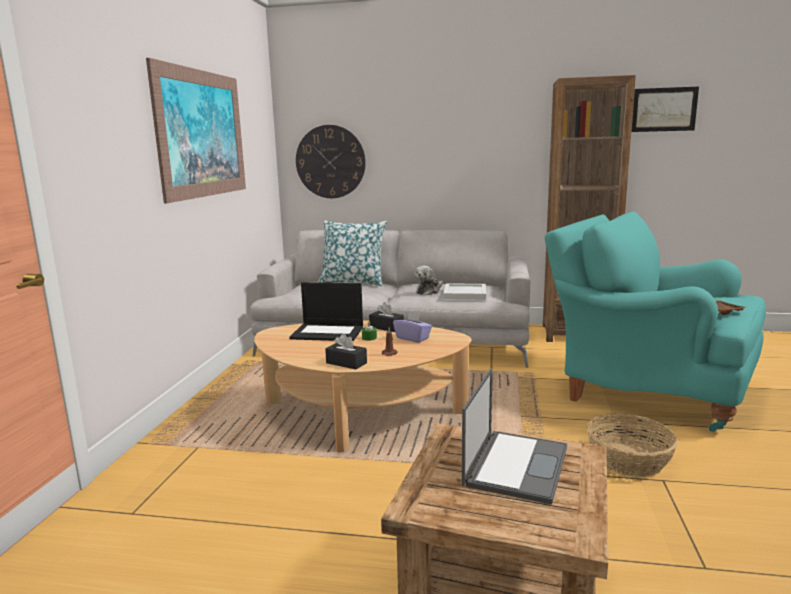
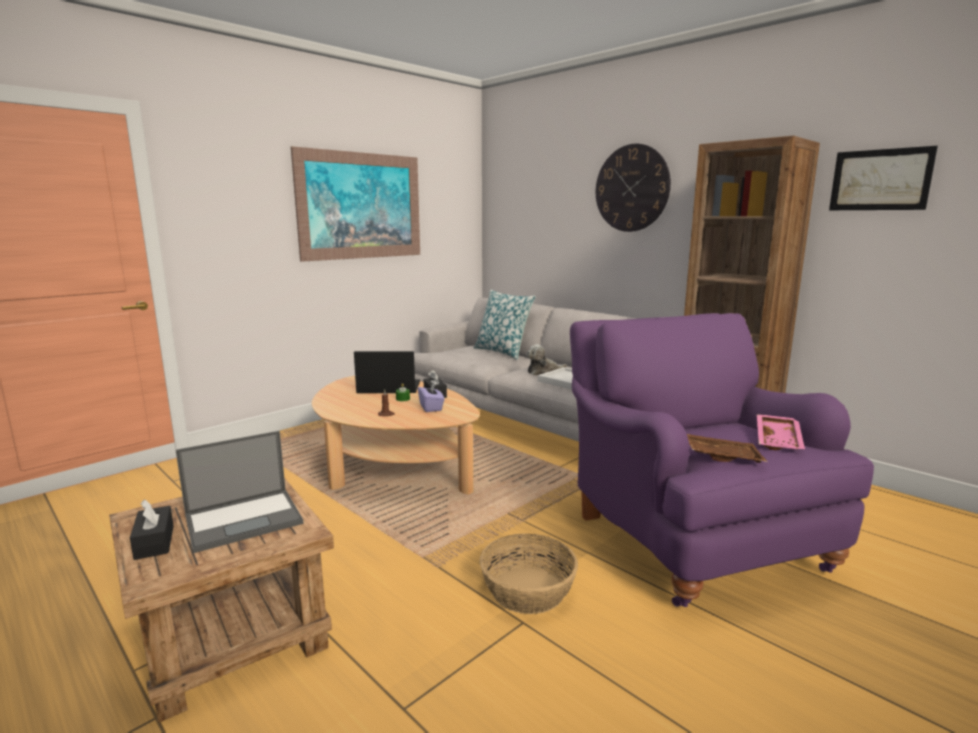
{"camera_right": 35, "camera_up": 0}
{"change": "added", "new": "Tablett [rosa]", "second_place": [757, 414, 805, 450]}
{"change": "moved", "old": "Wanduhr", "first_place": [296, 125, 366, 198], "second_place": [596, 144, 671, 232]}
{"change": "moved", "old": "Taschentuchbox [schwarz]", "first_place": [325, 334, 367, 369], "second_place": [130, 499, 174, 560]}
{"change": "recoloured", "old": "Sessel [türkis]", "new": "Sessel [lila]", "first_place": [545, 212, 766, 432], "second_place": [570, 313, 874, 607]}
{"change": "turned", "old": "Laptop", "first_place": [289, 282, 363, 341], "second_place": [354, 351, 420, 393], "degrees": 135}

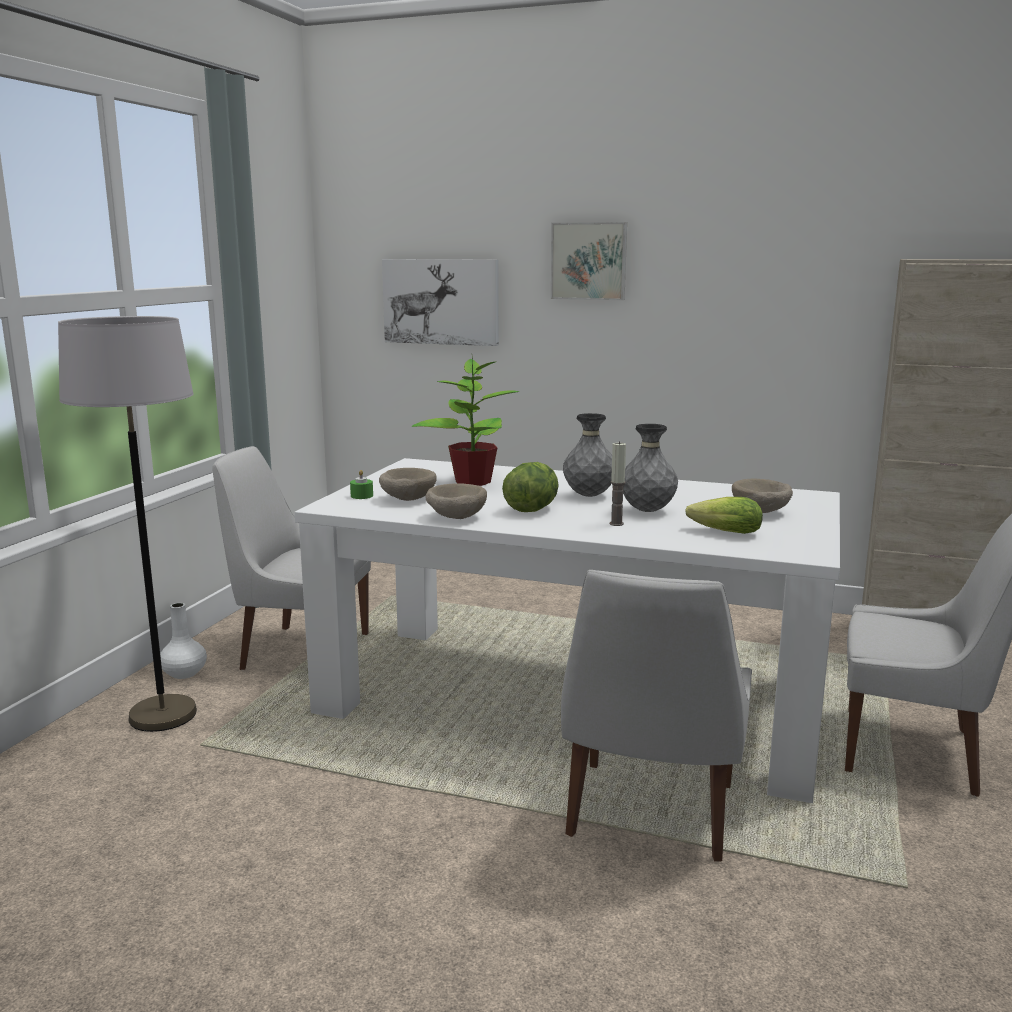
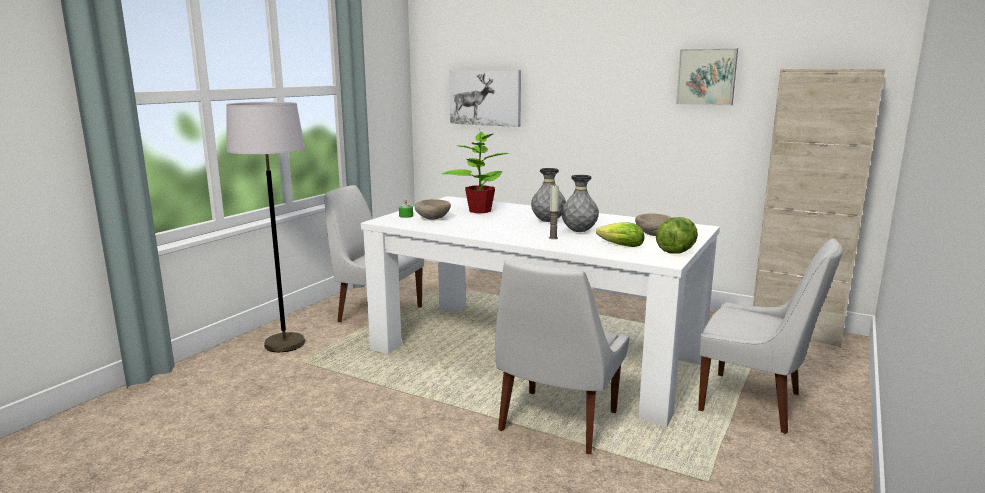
{"camera_right": 10, "camera_up": 0}
{"change": "removed", "old": "Vase [weiß]", "first_place": [160, 603, 207, 679]}
{"change": "removed", "old": "Schüssel [beige]", "first_place": [426, 483, 487, 519]}
{"change": "moved", "old": "Salatkopf", "first_place": [502, 462, 559, 512], "second_place": [656, 217, 698, 254]}
{"change": "moved", "old": "Bild", "first_place": [551, 222, 627, 300], "second_place": [676, 48, 738, 106]}

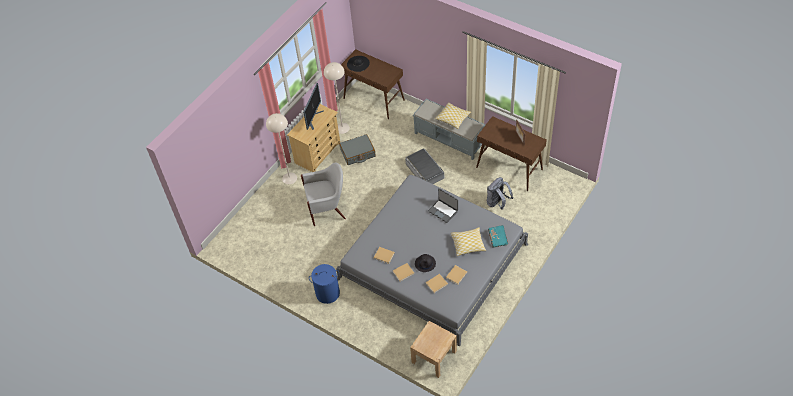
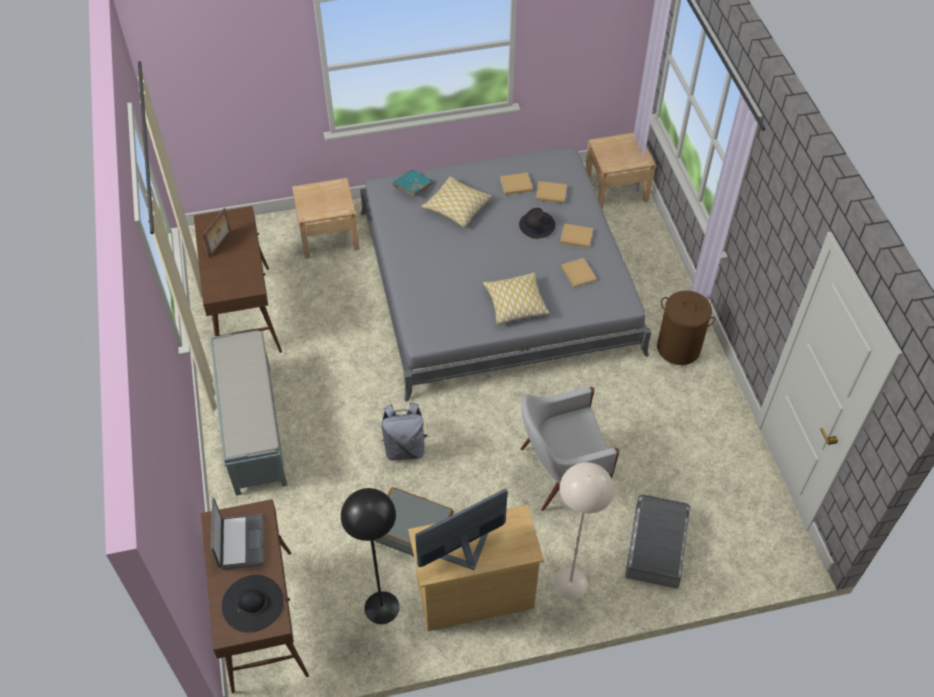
{"camera_right": -140, "camera_up": 0}
{"change": "added", "new": "Nachttisch [beige]", "second_place": [292, 178, 360, 259]}
{"change": "moved", "old": "Aufbewahrungsbox [grau]", "first_place": [405, 149, 444, 184], "second_place": [625, 495, 690, 589]}
{"change": "moved", "old": "Laptop", "first_place": [428, 188, 458, 223], "second_place": [211, 498, 264, 569]}
{"change": "moved", "old": "Kissen", "first_place": [435, 102, 471, 129], "second_place": [483, 272, 550, 324]}
{"change": "moved", "old": "Rucksack [grau]", "first_place": [487, 177, 513, 210], "second_place": [381, 402, 427, 461]}
{"change": "recoloured", "old": "Wäschekorb [blau]", "new": "Wäschekorb [braun]", "first_place": [309, 264, 340, 304], "second_place": [657, 290, 715, 365]}
{"change": "recoloured", "old": "Stehlampe [beige]", "new": "Stehlampe [schwarz]", "first_place": [324, 62, 350, 134], "second_place": [341, 488, 400, 624]}
{"change": "turned", "old": "Sessel [weiß]", "first_place": [301, 162, 346, 226], "second_place": [520, 386, 620, 511], "degrees": -45}

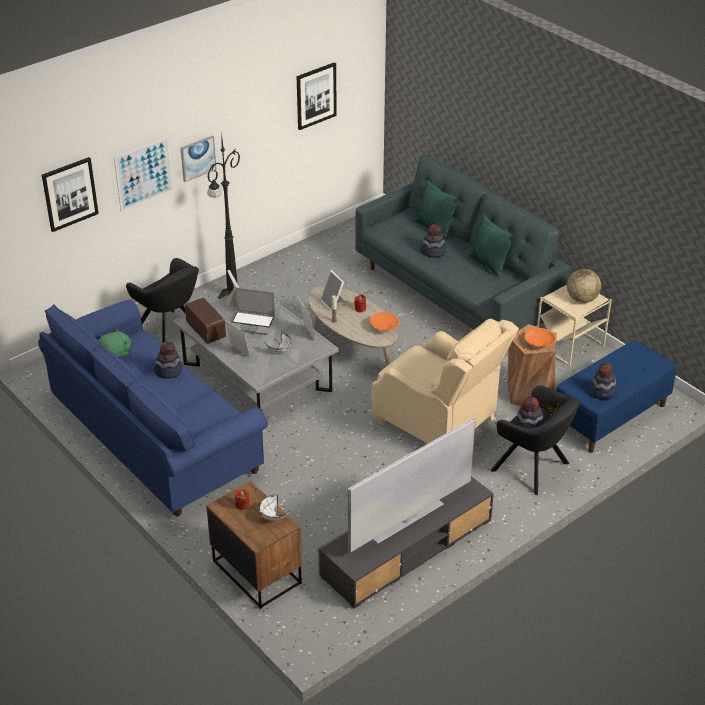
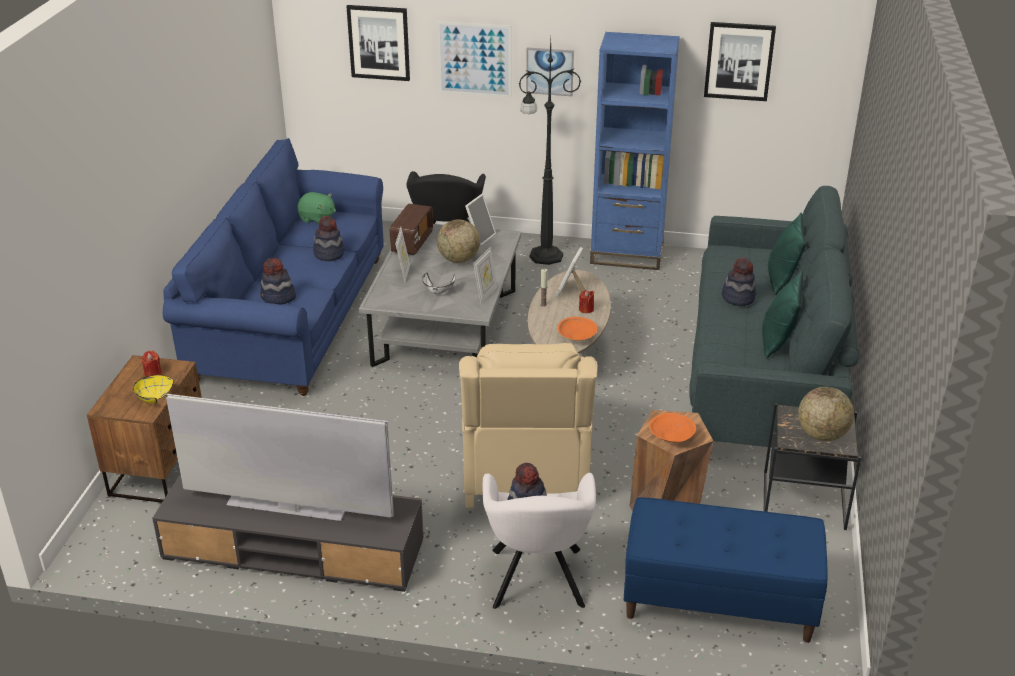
{"camera_right": 50, "camera_up": -5}
{"change": "added", "new": "Bücherregal [blau]", "second_place": [590, 32, 680, 270]}
{"change": "moved", "old": "Hut", "first_place": [589, 362, 617, 399], "second_place": [260, 258, 296, 304]}
{"change": "replaced", "old": "Laptop", "new": "Globus", "first_place": [231, 287, 275, 335], "second_place": [437, 219, 480, 263]}
{"change": "recoloured", "old": "Schüssel [weiß]", "new": "Schüssel [gelb]", "first_place": [259, 495, 290, 520], "second_place": [133, 375, 174, 404]}
{"change": "recoloured", "old": "Sessel [schwarz]", "new": "Sessel [weiß]", "first_place": [491, 386, 580, 495], "second_place": [483, 473, 596, 609]}
{"change": "recoloured", "old": "Beistelltisch [beige]", "new": "Beistelltisch [schwarz]", "first_place": [537, 285, 612, 366], "second_place": [764, 403, 861, 530]}

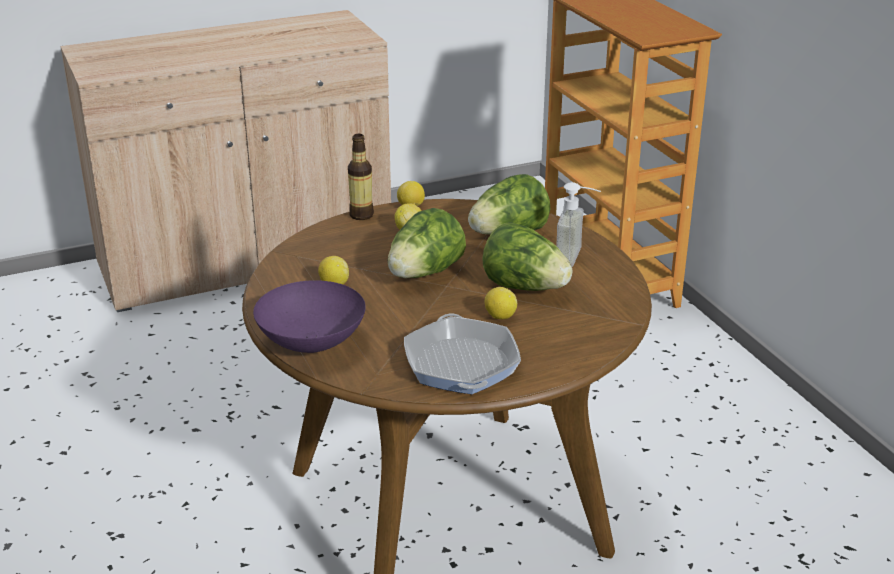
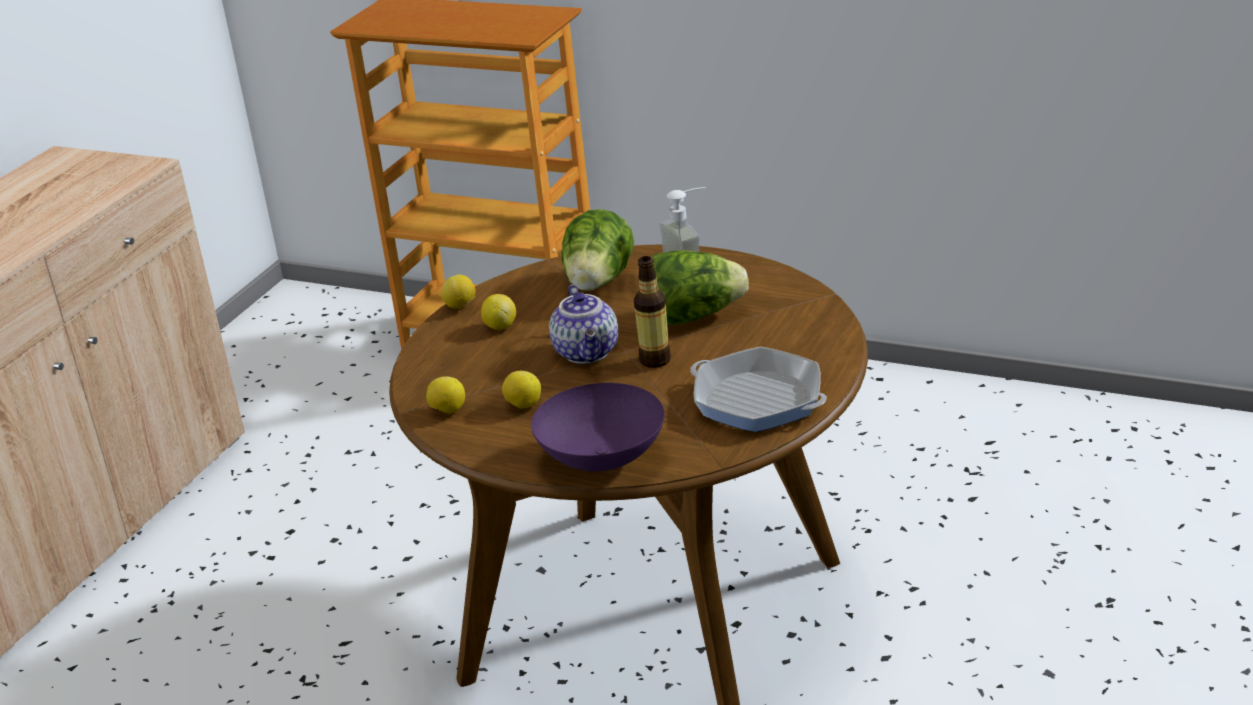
{"camera_right": -40, "camera_up": 0}
{"change": "moved", "old": "Flasche", "first_place": [348, 134, 374, 220], "second_place": [634, 256, 671, 368]}
{"change": "moved", "old": "Zitrone", "first_place": [485, 287, 517, 319], "second_place": [426, 376, 465, 414]}
{"change": "replaced", "old": "Salatkopf", "new": "Teekanne", "first_place": [387, 208, 466, 278], "second_place": [549, 285, 618, 364]}

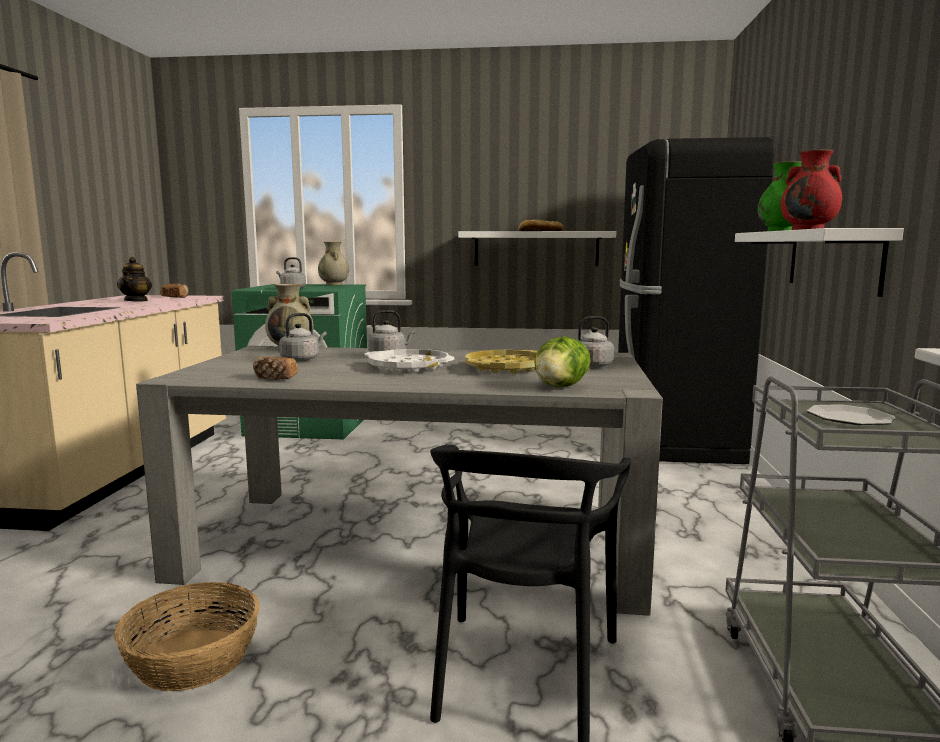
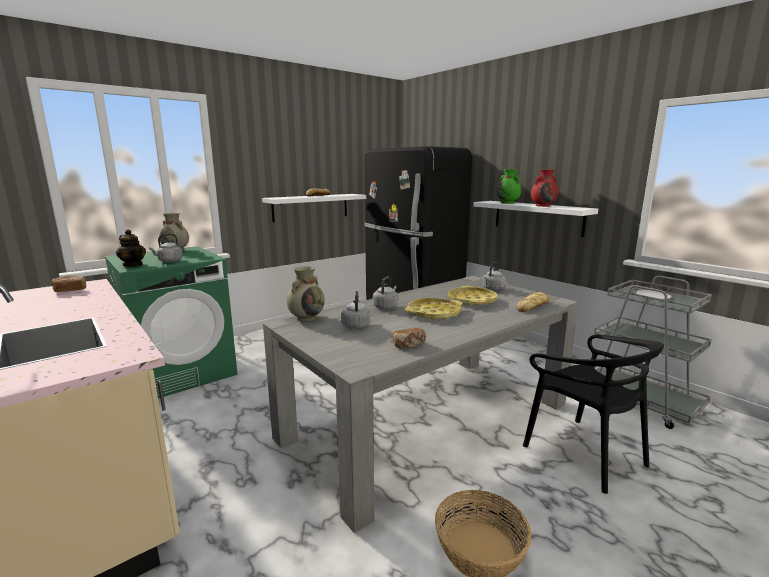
{"camera_right": -45, "camera_up": 5}
{"change": "moved", "old": "Teekanne", "first_place": [117, 257, 152, 301], "second_place": [116, 229, 146, 267]}
{"change": "replaced", "old": "Salatkopf", "new": "Brot", "first_place": [534, 336, 591, 387], "second_place": [517, 292, 549, 312]}
{"change": "recoloured", "old": "Tablett [weiß]", "new": "Tablett [gelb]", "first_place": [365, 349, 455, 373], "second_place": [405, 298, 463, 320]}

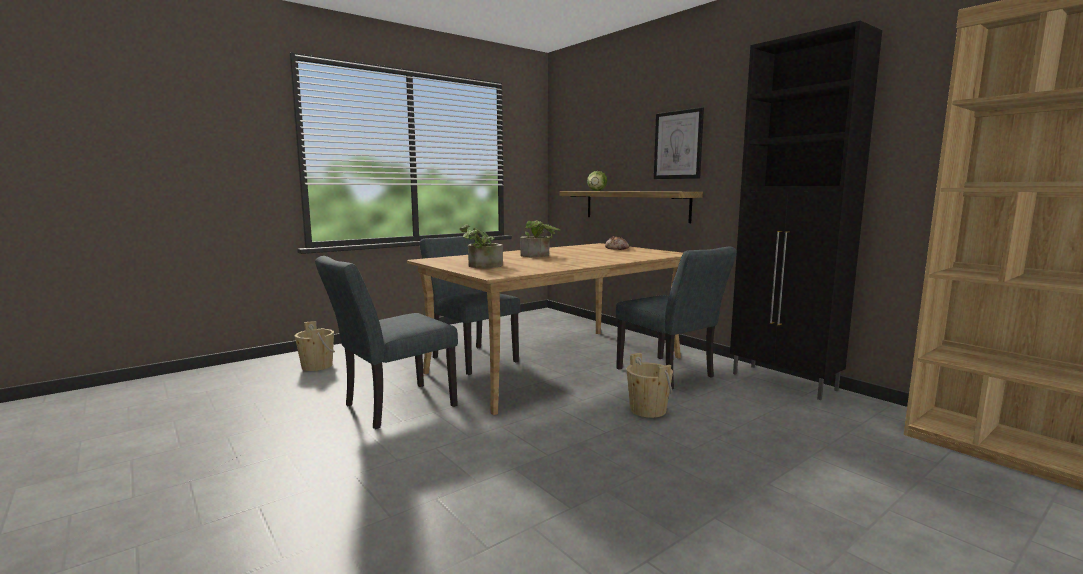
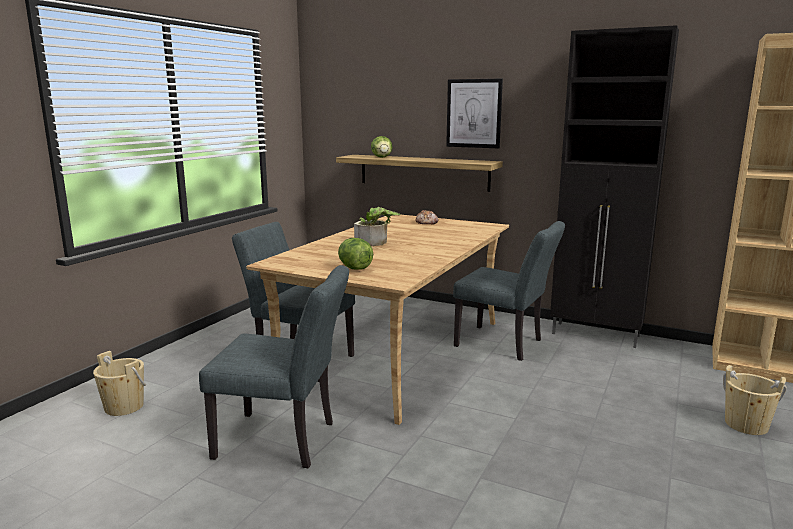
{"camera_right": -25, "camera_up": 5}
{"change": "moved", "old": "Eimer [beige]", "first_place": [627, 353, 673, 418], "second_place": [723, 365, 787, 435]}
{"change": "replaced", "old": "Topfpflanze", "new": "Salatkopf", "first_place": [460, 224, 503, 268], "second_place": [338, 238, 373, 270]}
{"change": "turned", "old": "Stuhl [grau]", "first_place": [315, 256, 458, 429], "second_place": [199, 265, 349, 468], "degrees": -105}

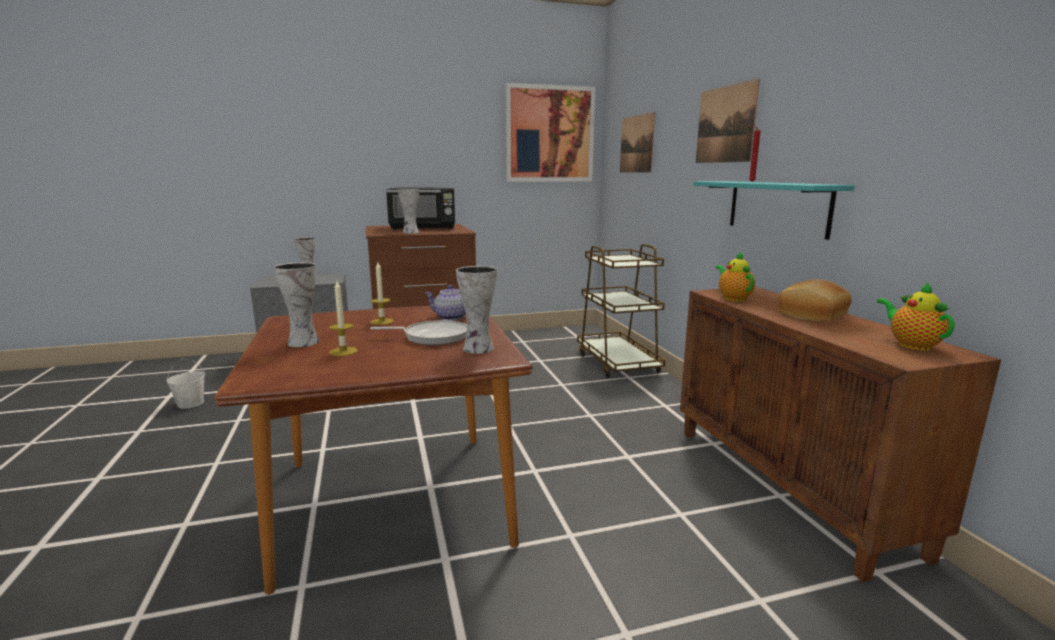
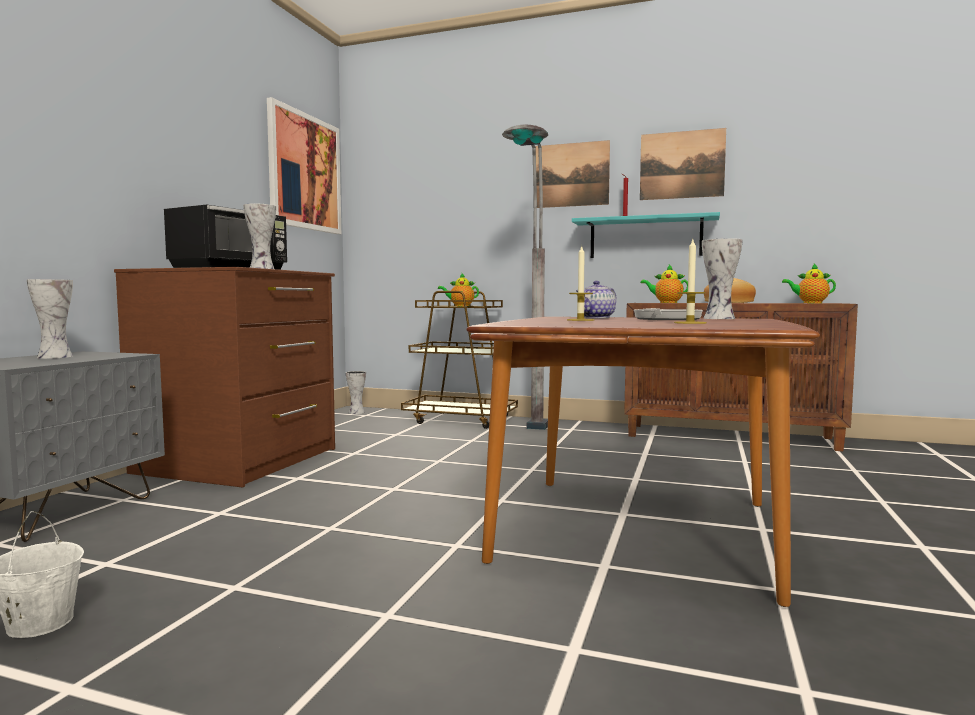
{"camera_right": -55, "camera_up": -10}
{"change": "added", "new": "Teekanne", "second_place": [438, 273, 479, 306]}
{"change": "added", "new": "Stehlampe [grau]", "second_place": [502, 125, 548, 430]}
{"change": "moved", "old": "Vase", "first_place": [273, 262, 320, 347], "second_place": [346, 371, 366, 414]}
{"change": "moved", "old": "Bild", "first_place": [620, 112, 655, 173], "second_place": [640, 128, 726, 200]}

